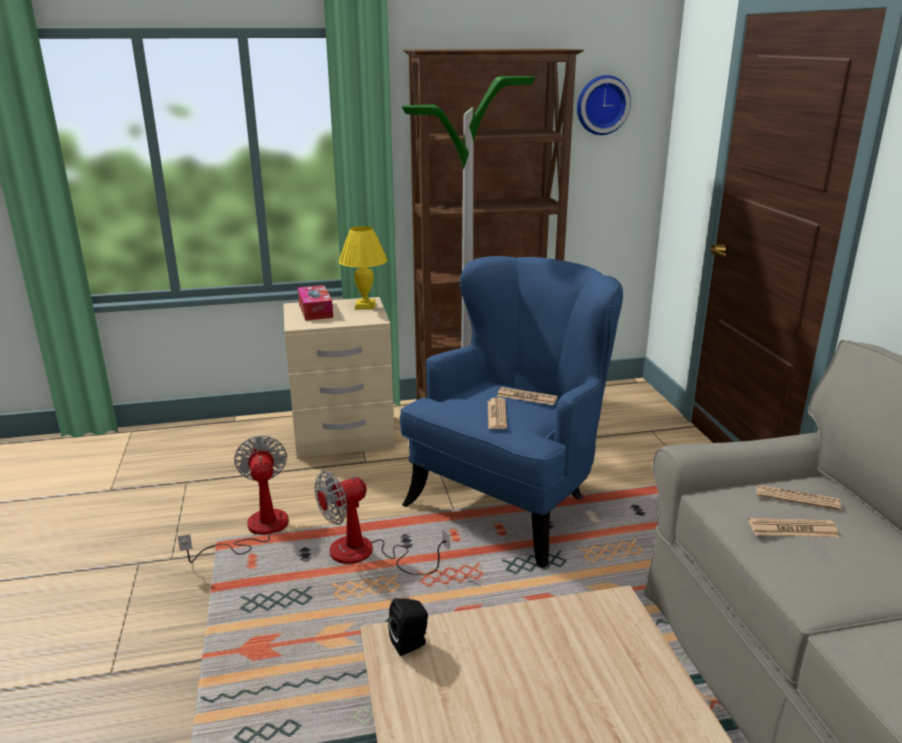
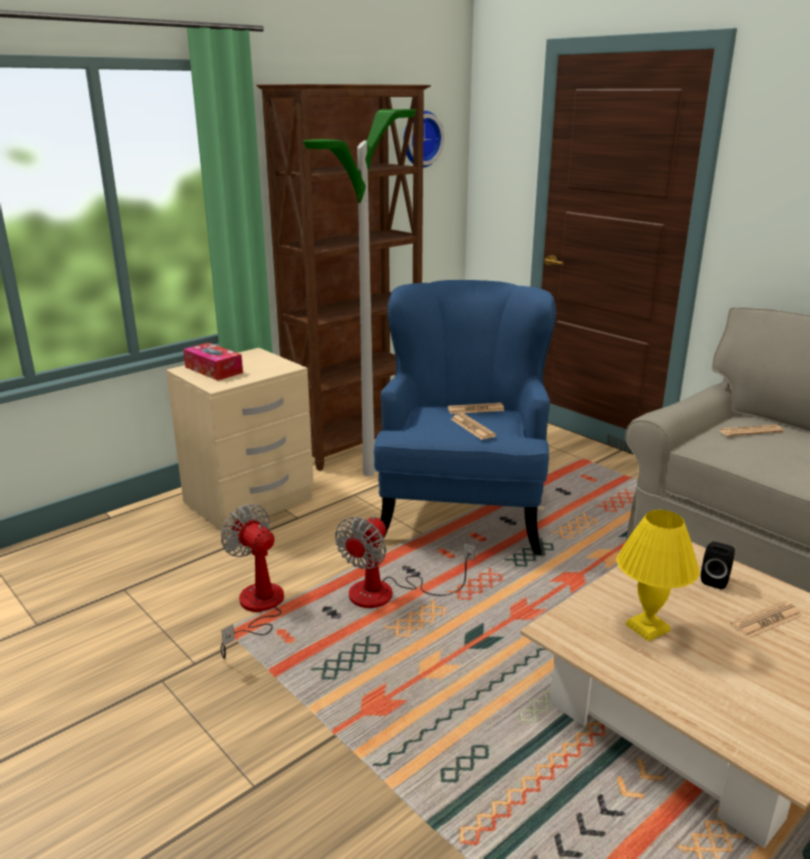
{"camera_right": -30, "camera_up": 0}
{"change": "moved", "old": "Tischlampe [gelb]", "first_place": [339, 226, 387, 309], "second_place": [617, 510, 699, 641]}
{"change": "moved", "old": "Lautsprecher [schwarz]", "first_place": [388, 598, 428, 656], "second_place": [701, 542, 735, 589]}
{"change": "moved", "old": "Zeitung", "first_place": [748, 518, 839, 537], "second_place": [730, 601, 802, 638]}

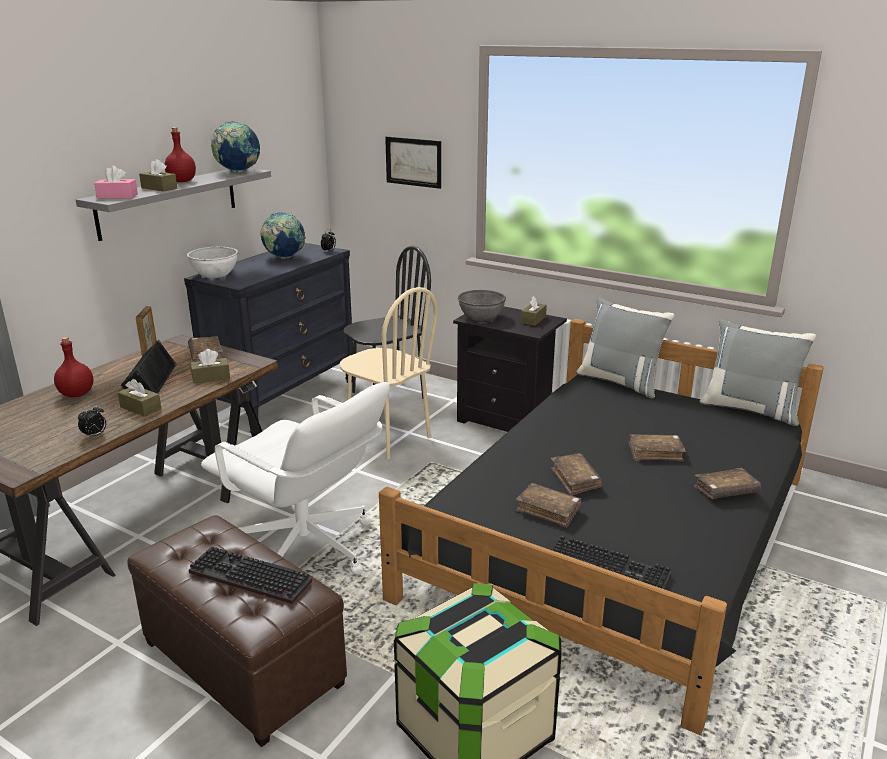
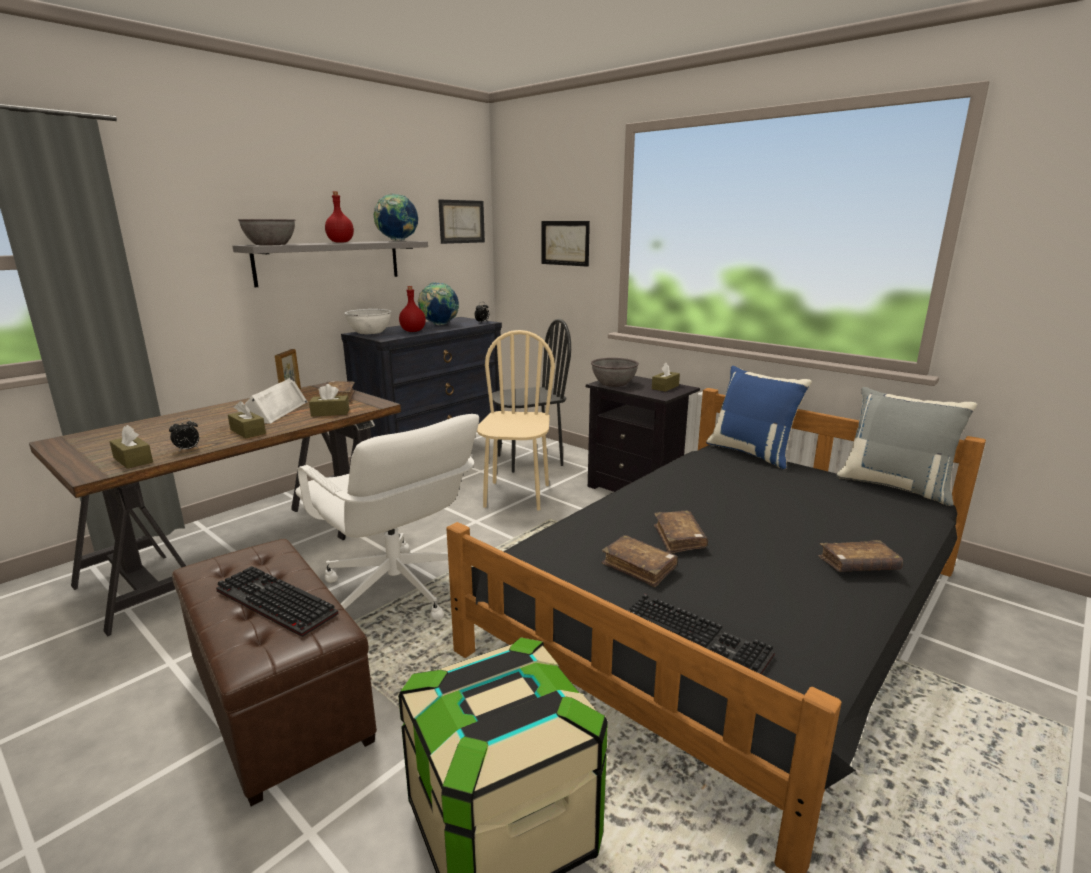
{"camera_right": 10, "camera_up": -5}
{"change": "removed", "old": "Buch [braun]", "first_place": [629, 434, 686, 461]}
{"change": "added", "new": "Bild", "second_place": [438, 200, 485, 244]}
{"change": "moved", "old": "Flasche [rot]", "first_place": [54, 337, 93, 397], "second_place": [399, 286, 426, 332]}
{"change": "moved", "old": "Taschentuchbox [braun]", "first_place": [139, 159, 177, 191], "second_place": [109, 425, 153, 469]}
{"change": "replaced", "old": "Taschentuchbox [rosa]", "new": "Schüssel [grau]", "first_place": [94, 166, 138, 198], "second_place": [238, 219, 296, 245]}
{"change": "recoloured", "old": "Lautsprecher [schwarz]", "new": "Lautsprecher [weiß]", "first_place": [121, 339, 177, 394], "second_place": [238, 377, 308, 424]}
{"change": "recoloured", "old": "Kissen [grau]", "new": "Kissen [blau]", "first_place": [576, 297, 675, 399], "second_place": [706, 366, 812, 469]}
{"change": "turned", "old": "Stuhl [beige]", "first_place": [340, 287, 438, 459], "second_place": [477, 330, 555, 510], "degrees": -135}

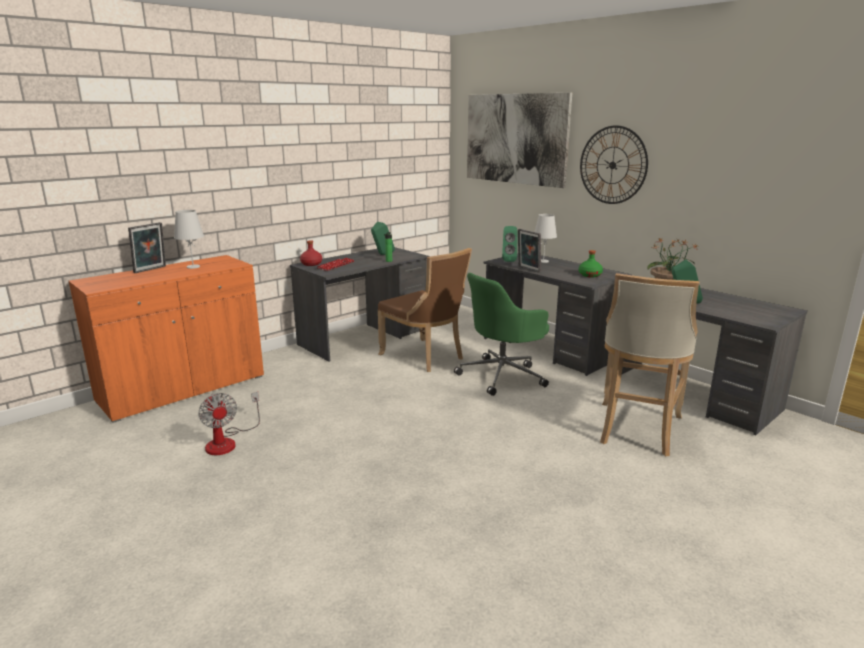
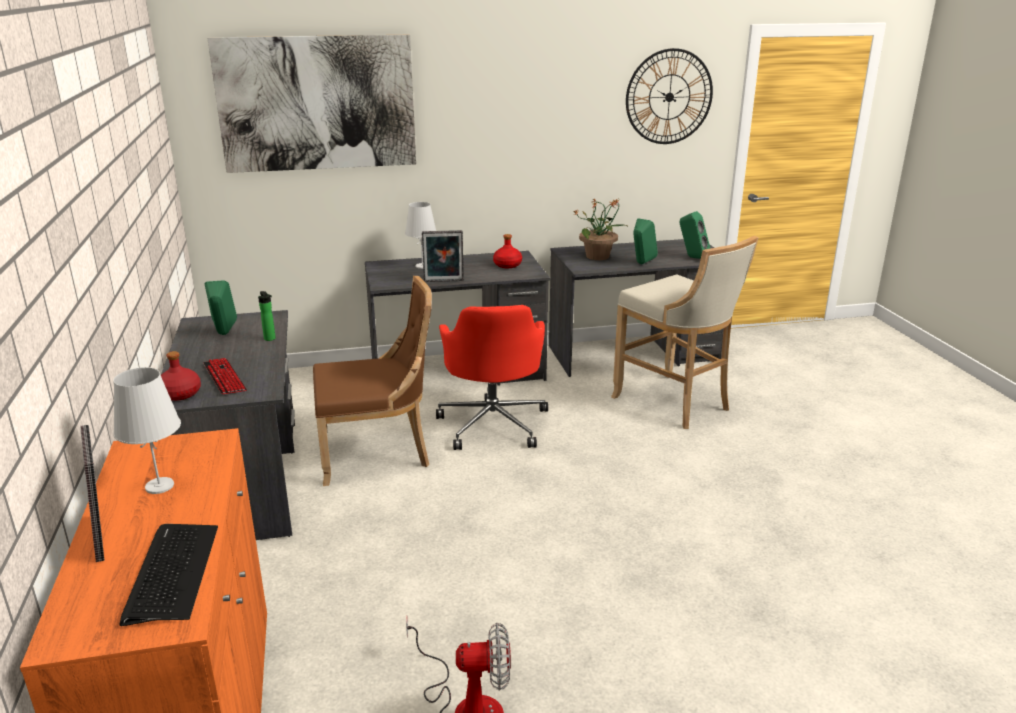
{"camera_right": -60, "camera_up": 5}
{"change": "added", "new": "Tastatur", "second_place": [120, 524, 218, 626]}
{"change": "moved", "old": "Lautsprecher [grün]", "first_place": [502, 226, 517, 262], "second_place": [680, 211, 710, 259]}
{"change": "moved", "old": "Wanduhr", "first_place": [580, 125, 648, 204], "second_place": [626, 48, 713, 144]}
{"change": "recoloured", "old": "Bürostuhl [grün]", "new": "Bürostuhl [rot]", "first_place": [454, 273, 549, 396], "second_place": [436, 305, 548, 450]}
{"change": "recoloured", "old": "Flasche [grün]", "new": "Flasche [rot]", "first_place": [579, 250, 603, 277], "second_place": [493, 234, 522, 268]}

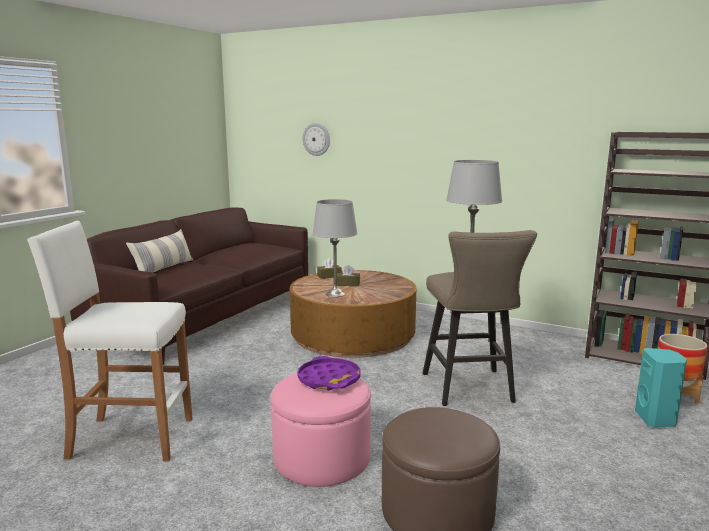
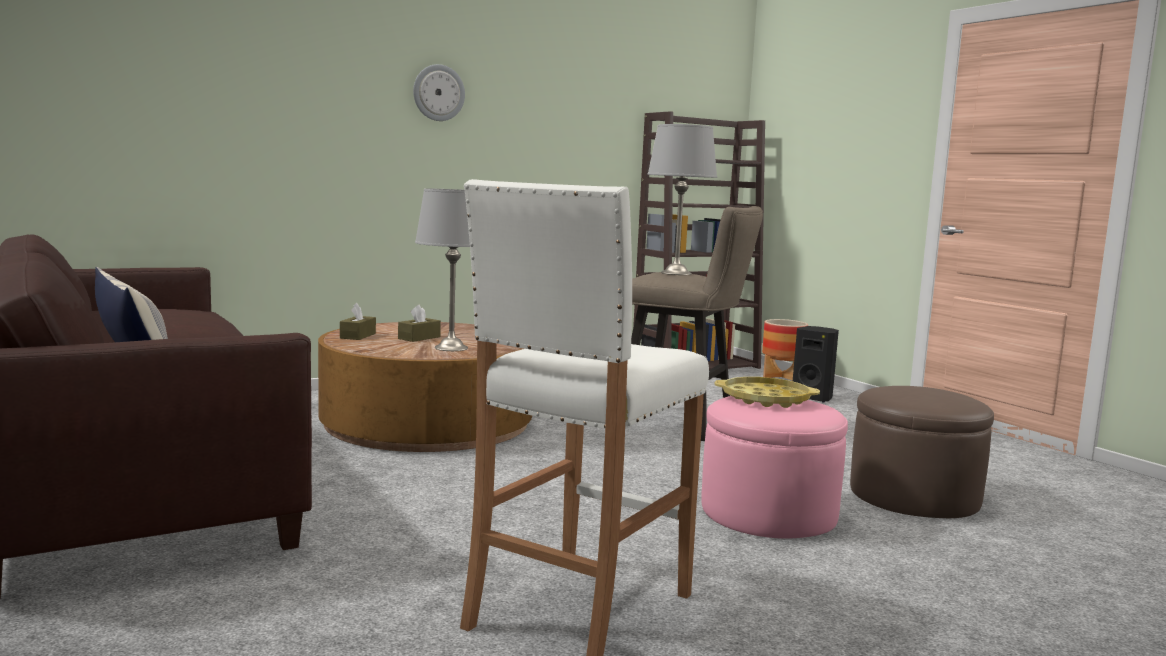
{"camera_right": -60, "camera_up": -5}
{"change": "moved", "old": "Wanduhr", "first_place": [303, 123, 330, 156], "second_place": [413, 64, 465, 121]}
{"change": "recoloured", "old": "Tablett [lila]", "new": "Tablett [gelb]", "first_place": [297, 356, 360, 391], "second_place": [715, 377, 820, 408]}
{"change": "recoloured", "old": "Lautsprecher [türkis]", "new": "Lautsprecher [schwarz]", "first_place": [635, 348, 687, 428], "second_place": [793, 326, 839, 402]}

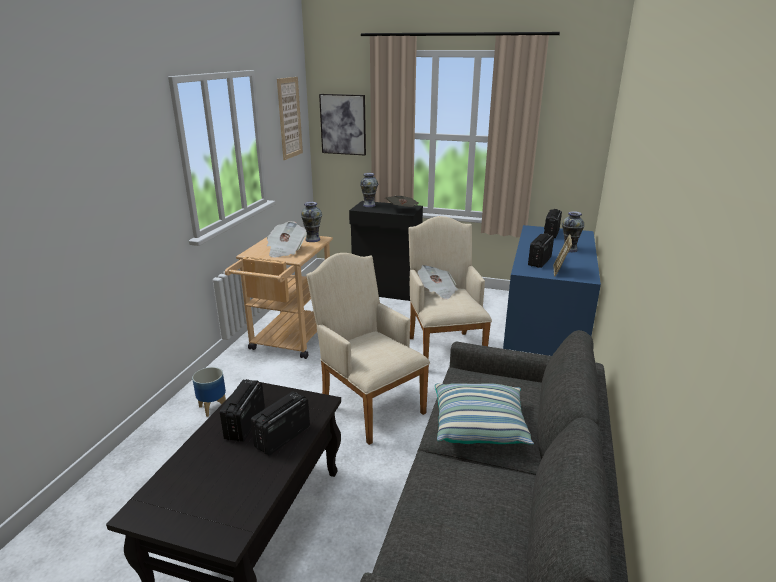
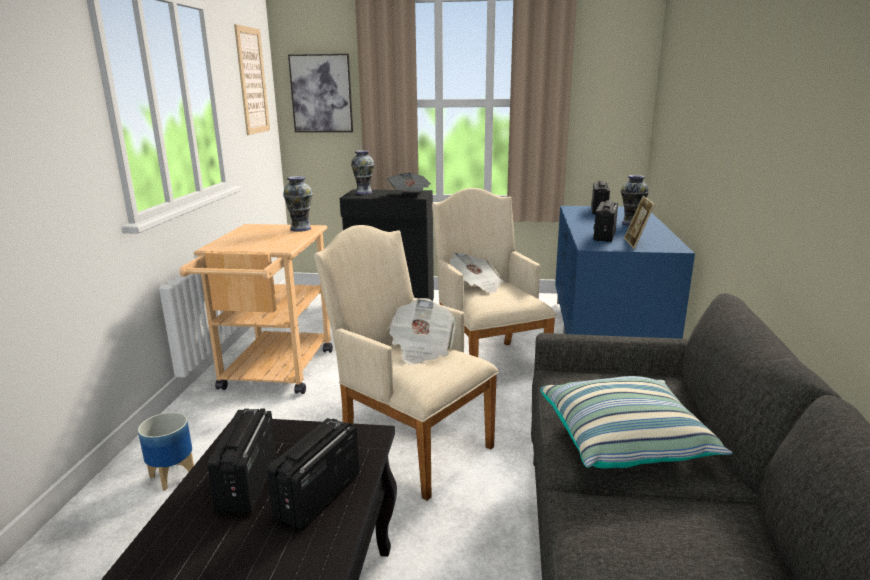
{"camera_right": -10, "camera_up": -5}
{"change": "moved", "old": "Zeitung", "first_place": [267, 221, 307, 258], "second_place": [388, 298, 457, 365]}

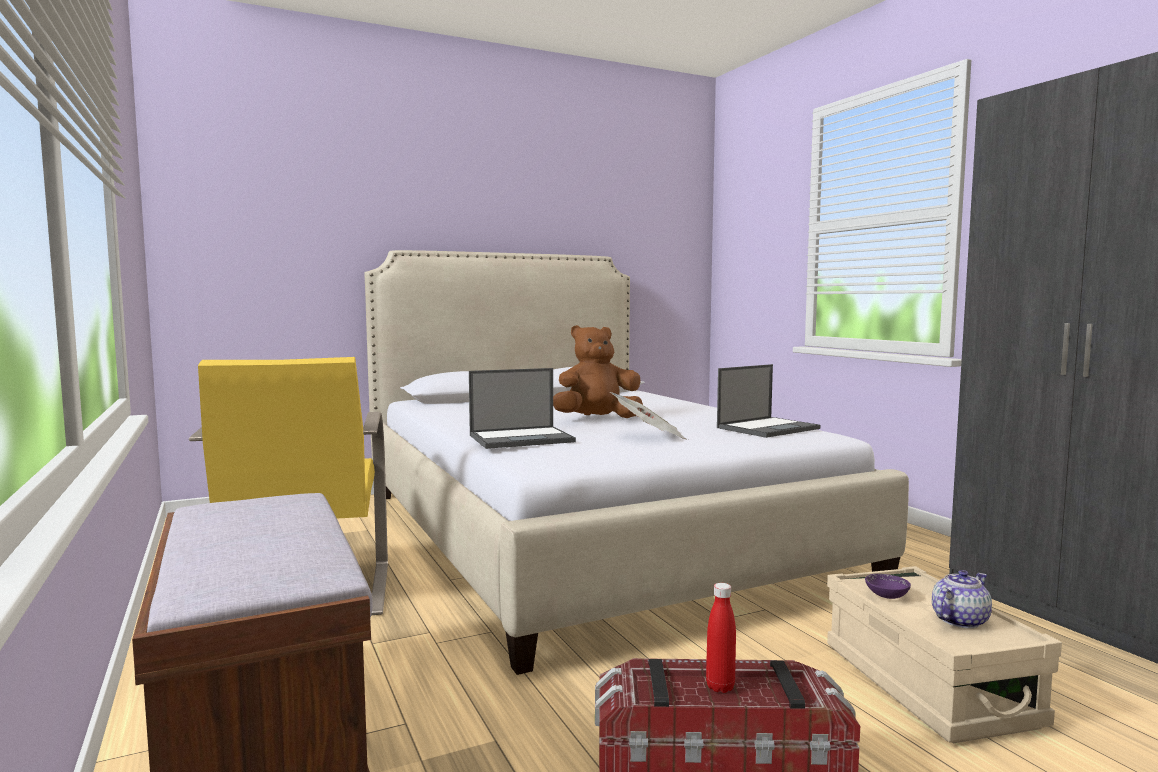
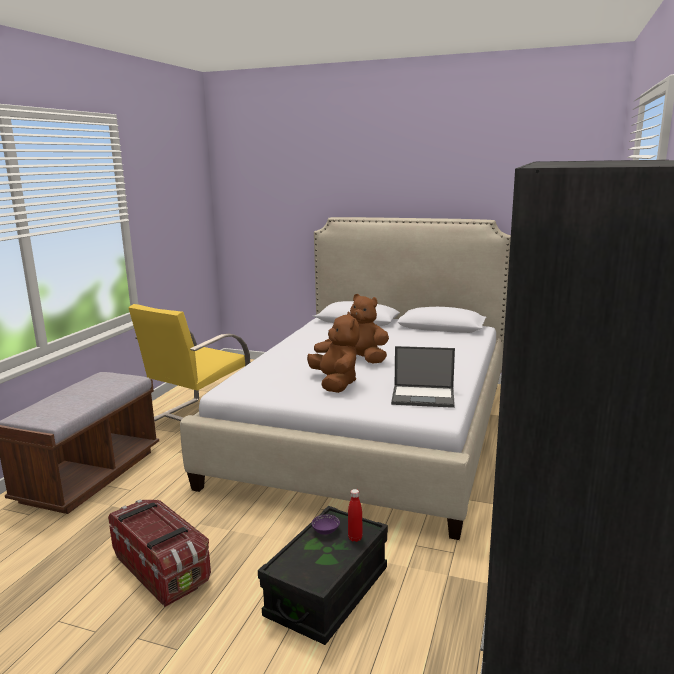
{"camera_right": 45, "camera_up": 10}
{"change": "removed", "old": "Laptop", "first_place": [469, 368, 576, 449]}
{"change": "removed", "old": "Teekanne", "first_place": [932, 570, 992, 629]}
{"change": "moved", "old": "Flasche [rot]", "first_place": [706, 583, 736, 693], "second_place": [348, 489, 363, 542]}
{"change": "replaced", "old": "Zeitung", "new": "Plüschtier [braun]", "first_place": [610, 392, 688, 440], "second_place": [307, 312, 360, 393]}
{"change": "recoloured", "old": "Aufbewahrungsbox [beige]", "new": "Aufbewahrungsbox [schwarz]", "first_place": [827, 566, 1062, 743], "second_place": [258, 506, 388, 645]}

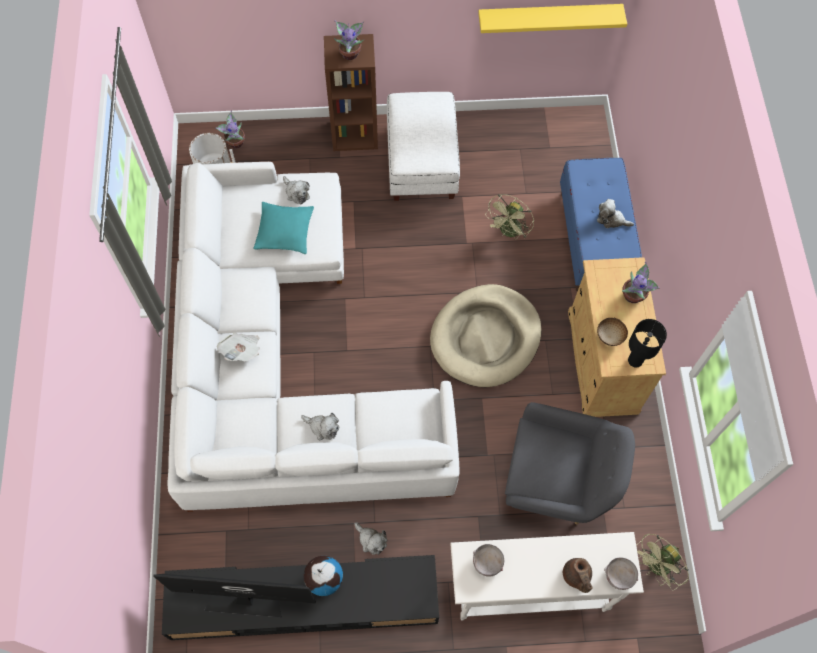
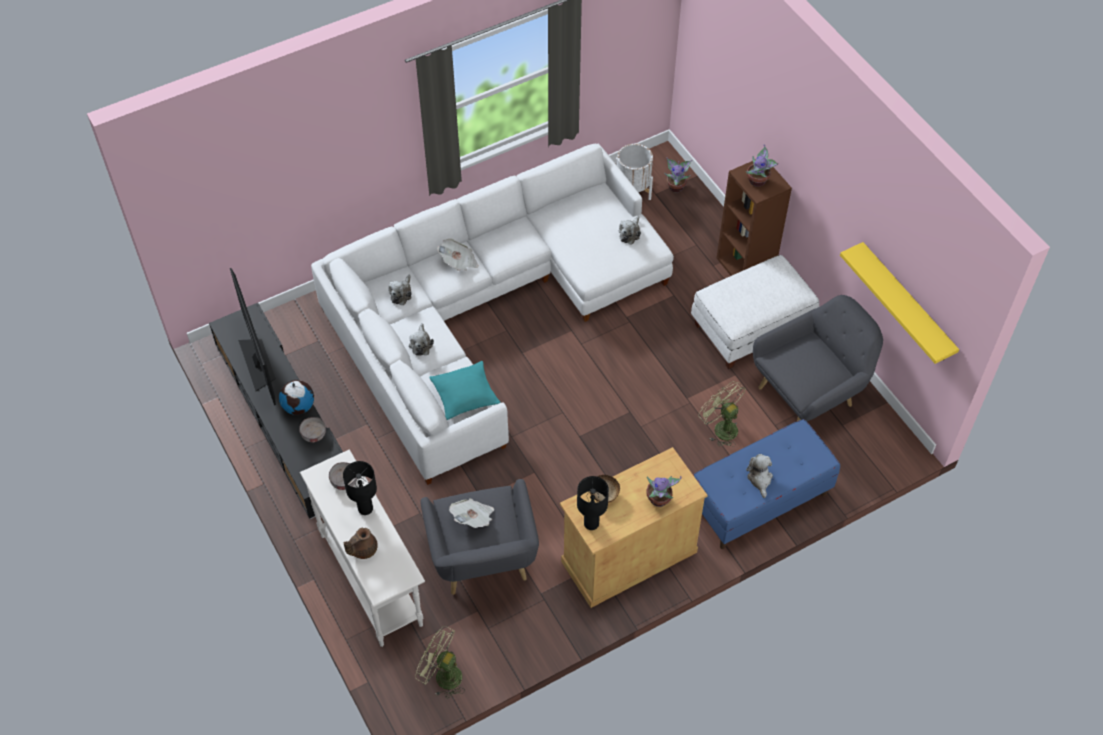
{"camera_right": 65, "camera_up": -10}
{"change": "removed", "old": "Hundebett [beige]", "first_place": [430, 284, 541, 387]}
{"change": "added", "new": "Tischlampe [schwarz]", "second_place": [343, 461, 377, 515]}
{"change": "added", "new": "Zeitung", "second_place": [449, 498, 494, 528]}
{"change": "added", "new": "Sessel [grau]", "second_place": [753, 295, 883, 421]}
{"change": "moved", "old": "Kissen [türkis]", "first_place": [253, 202, 314, 254], "second_place": [429, 361, 501, 420]}
{"change": "moved", "old": "Plüschtier", "first_place": [355, 522, 388, 555], "second_place": [388, 275, 412, 305]}
{"change": "moved", "old": "Schüssel [grau]", "first_place": [604, 558, 638, 590], "second_place": [299, 417, 326, 443]}
{"change": "turned", "old": "Ventilator [grün]", "first_place": [485, 194, 534, 240], "second_place": [698, 381, 746, 447], "degrees": 45}

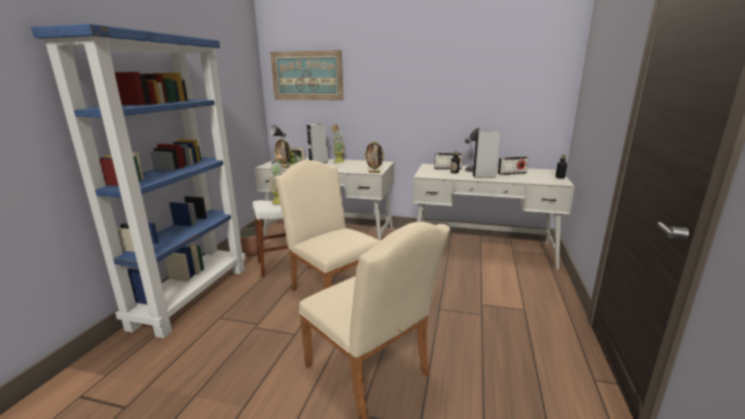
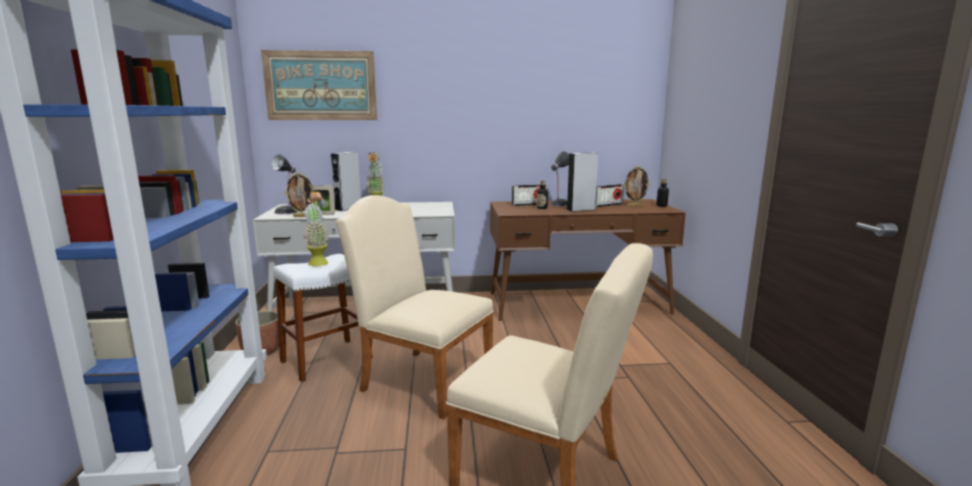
{"camera_right": -20, "camera_up": -5}
{"change": "moved", "old": "Bilderrahmen", "first_place": [364, 141, 384, 173], "second_place": [624, 166, 650, 206]}
{"change": "recoloured", "old": "Schreibtisch [weiß]", "new": "Schreibtisch [braun]", "first_place": [413, 164, 575, 269], "second_place": [490, 199, 686, 321]}

